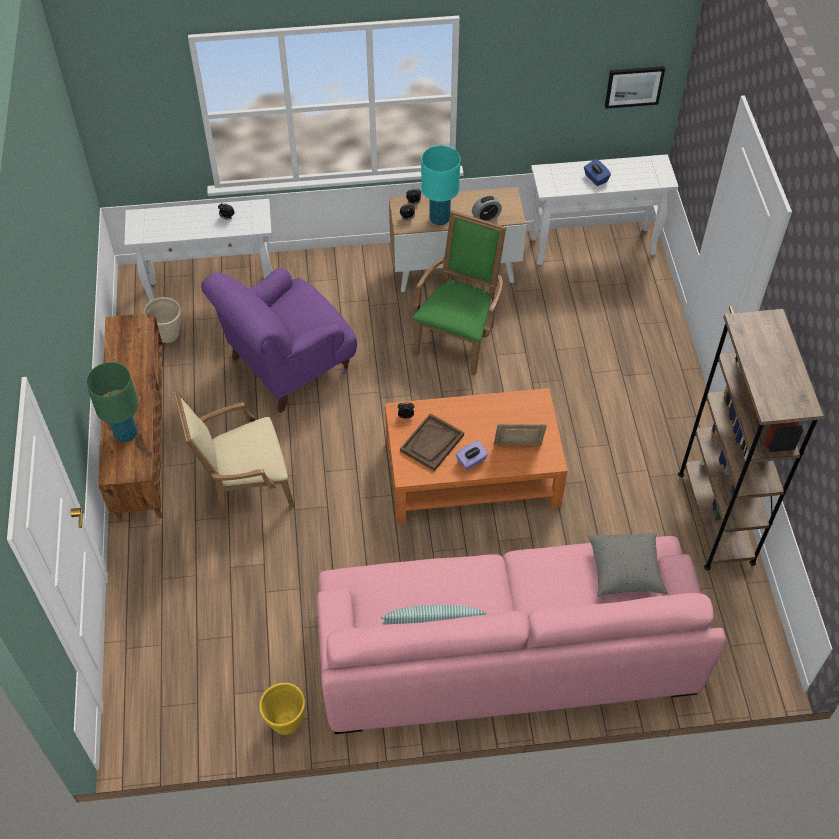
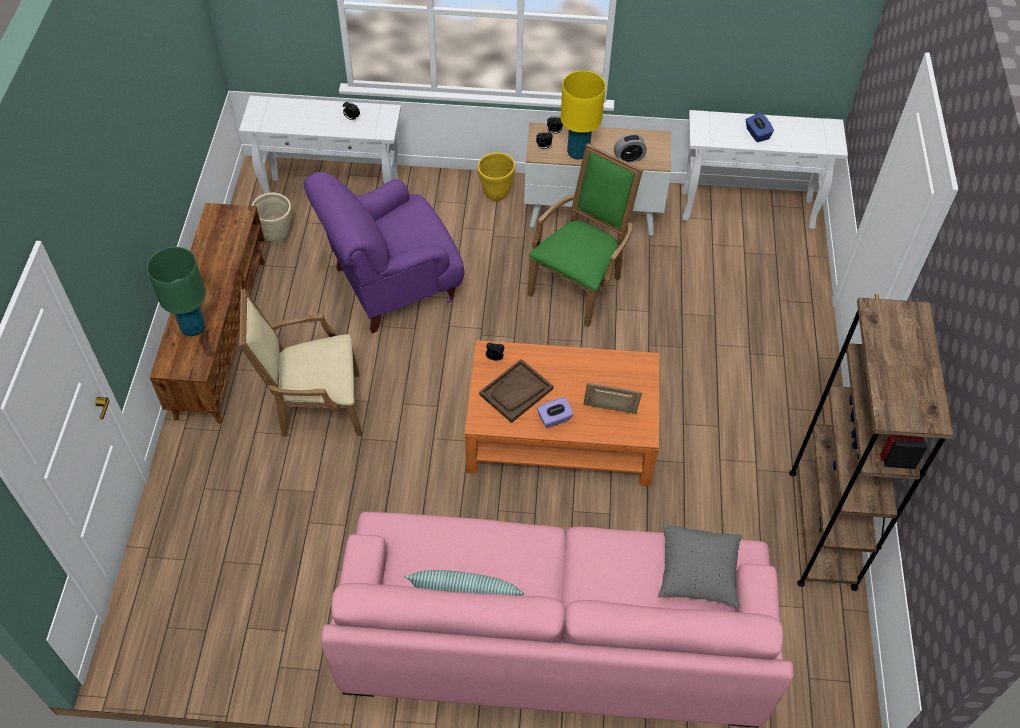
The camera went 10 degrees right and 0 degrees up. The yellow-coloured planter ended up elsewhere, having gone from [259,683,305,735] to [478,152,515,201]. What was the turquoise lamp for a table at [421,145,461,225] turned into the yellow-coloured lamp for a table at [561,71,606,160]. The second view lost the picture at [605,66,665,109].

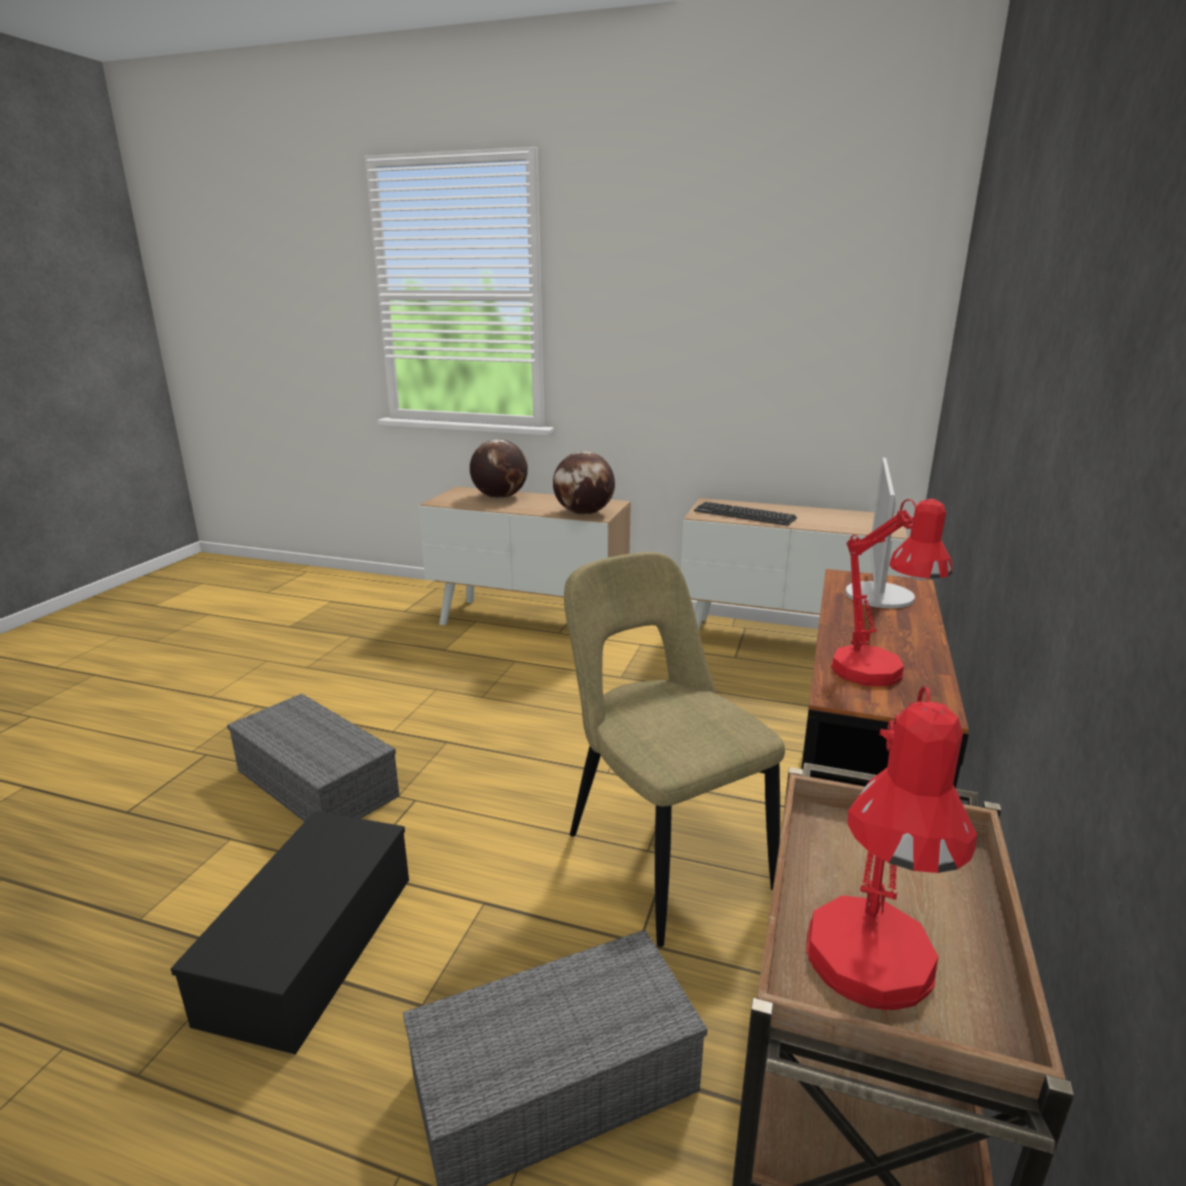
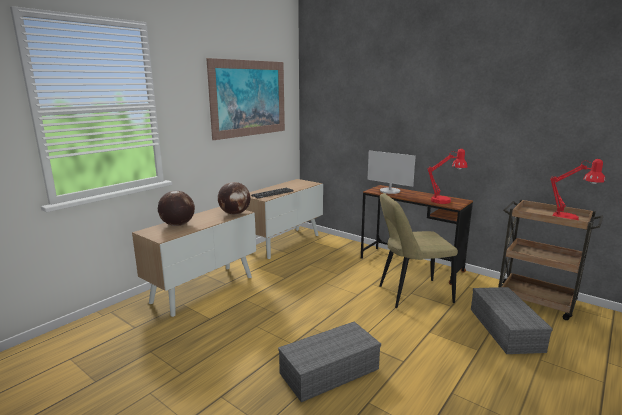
The camera went 70 degrees left and 5 degrees down. The second view gained the picture at [206,58,285,140]. The second view lost the black-coloured storage box at [171,811,409,1055].

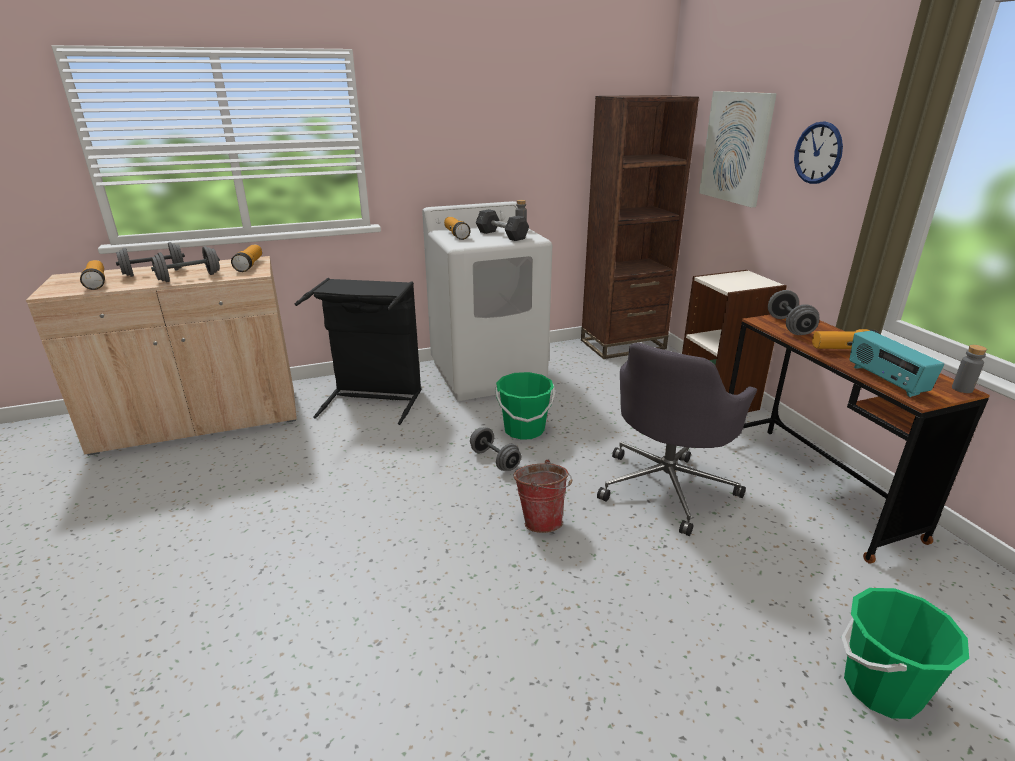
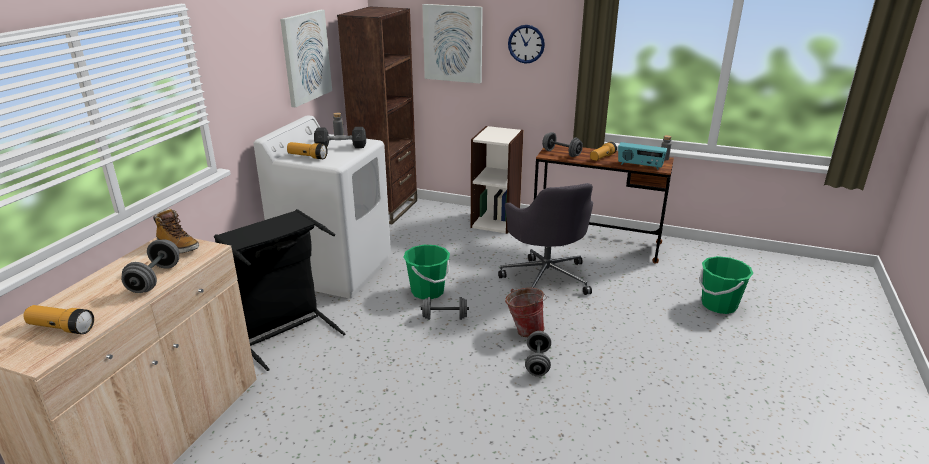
The camera went 50 degrees left and 0 degrees up. Where the torch stood at [231,245,262,272], the tall boot came to stand at [153,208,199,253]. The second view gained the picture at [280,10,332,108]. The grey hand weight ended up elsewhere, having gone from [116,242,185,277] to [525,331,551,377].

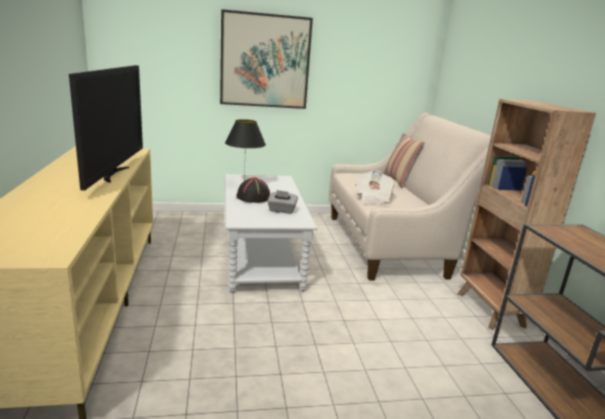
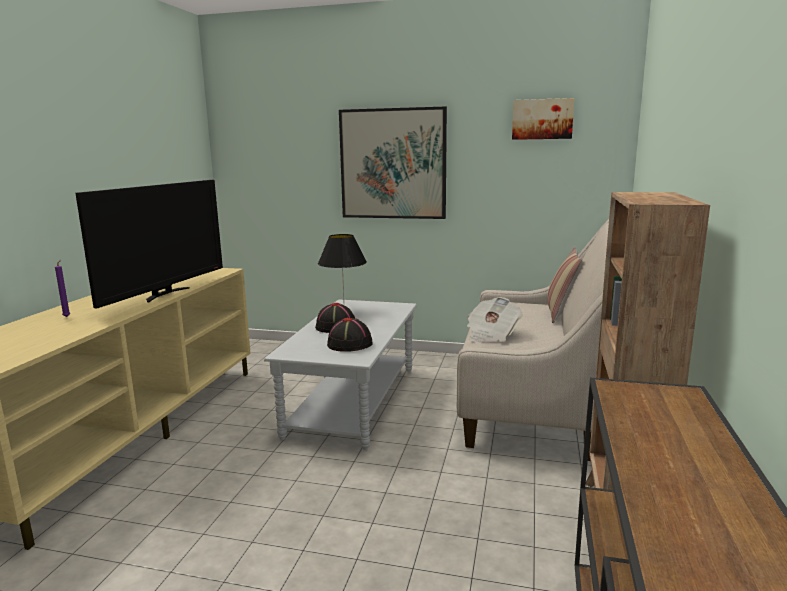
The camera went 25 degrees right and 5 degrees down. The second view gained the purple wax light at [55,260,70,317]. Where the grey tissue holder stood at [267,190,298,214], the black-coloured hat came to stand at [327,318,372,352]. The second view gained the picture at [512,98,574,140].

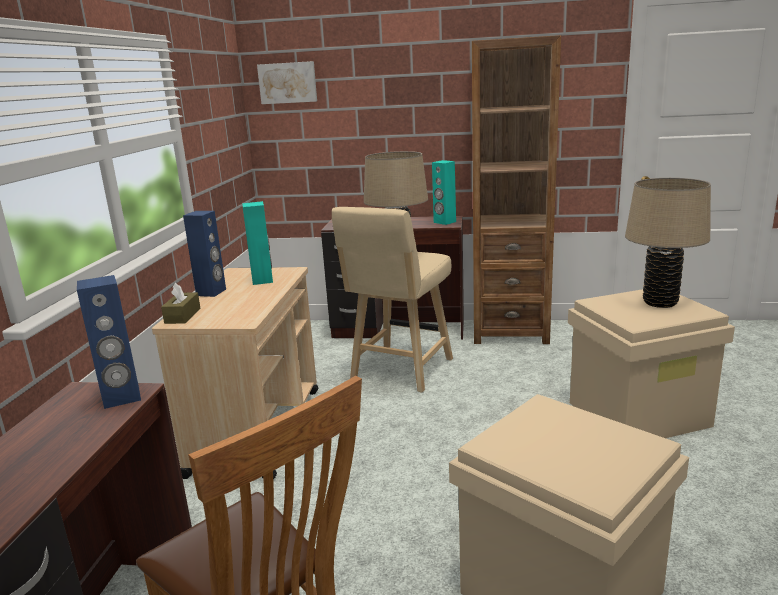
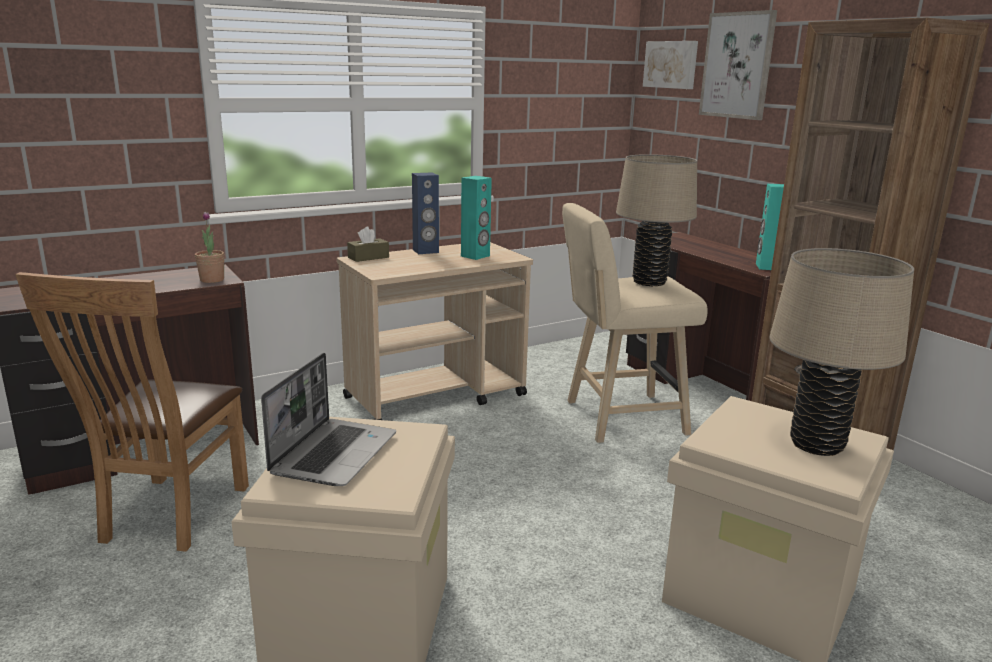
The camera went 50 degrees right and 0 degrees up. Where the blue-coloured loudspeaker stood at [77,275,141,409], the plant in a pot came to stand at [195,211,224,283]. The second view gained the laptop at [261,353,396,486]. The second view gained the picture at [699,10,777,120].

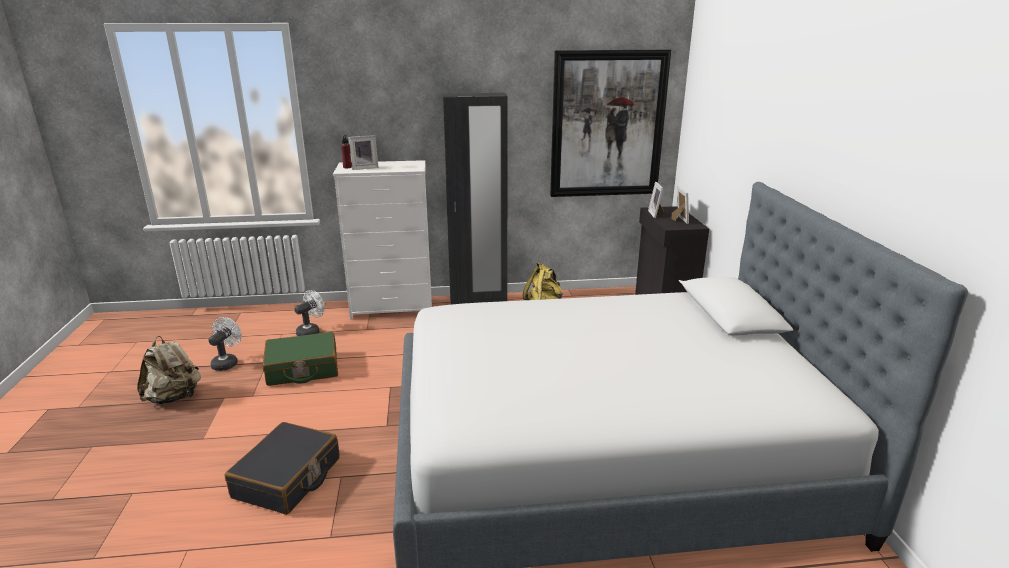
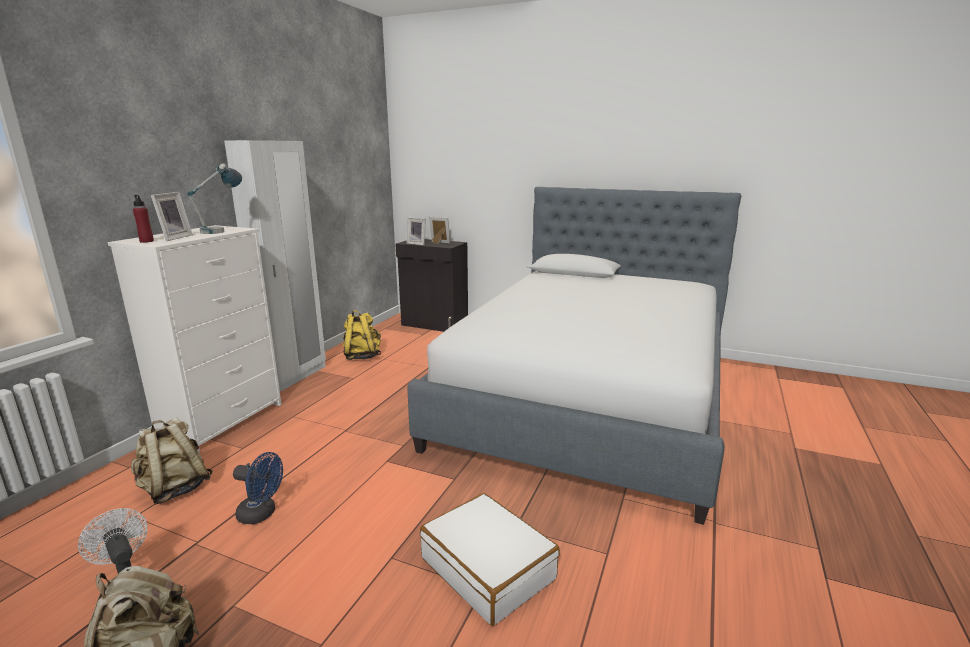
The camera went 60 degrees left and 5 degrees down. Where the white fan stood at [294,290,325,336], the beige-coloured rucksack came to stand at [131,417,213,505]. The second view gained the lamp for a table at [187,163,242,234]. What was the black-coloured wardrobe at [442,93,508,305] turned into the white wardrobe at [224,140,326,391]. Where the greenish piece of luggage stood at [263,332,338,386], the blue-coloured fan came to stand at [233,452,283,524]. What was the black-coloured piece of luggage at [225,422,340,515] turned into the white piece of luggage at [420,493,560,626]. The second view lost the picture at [550,50,671,197].

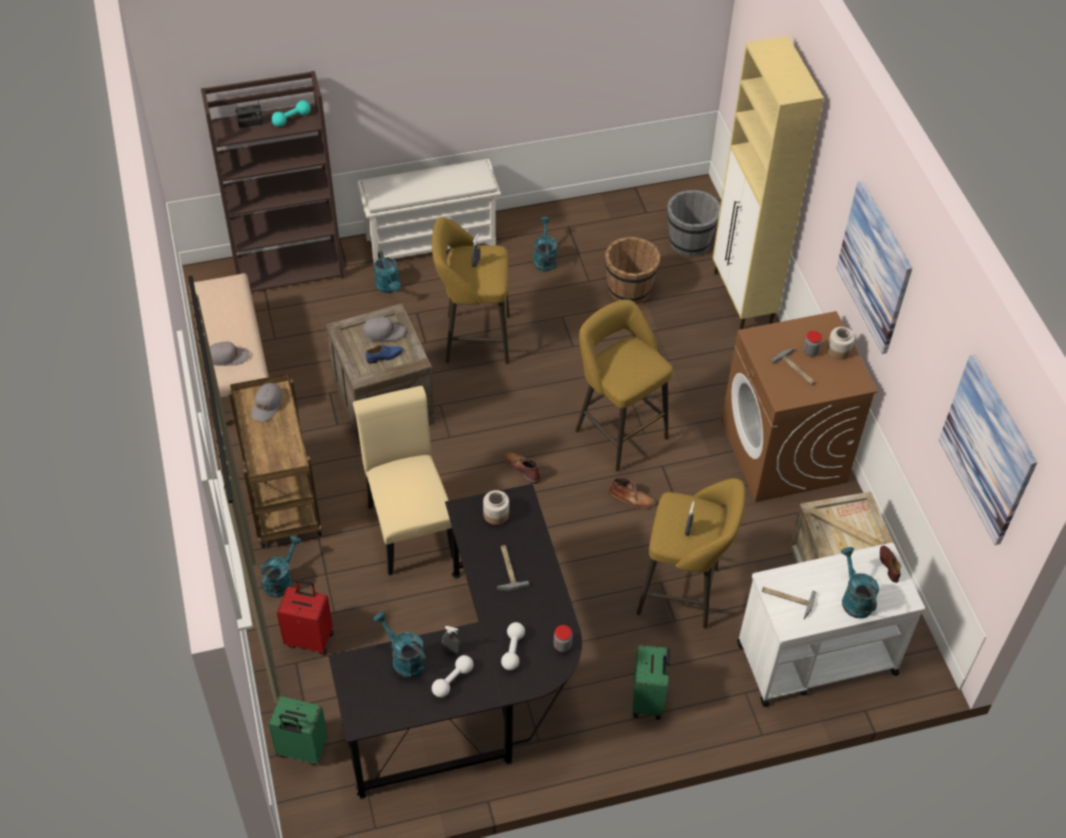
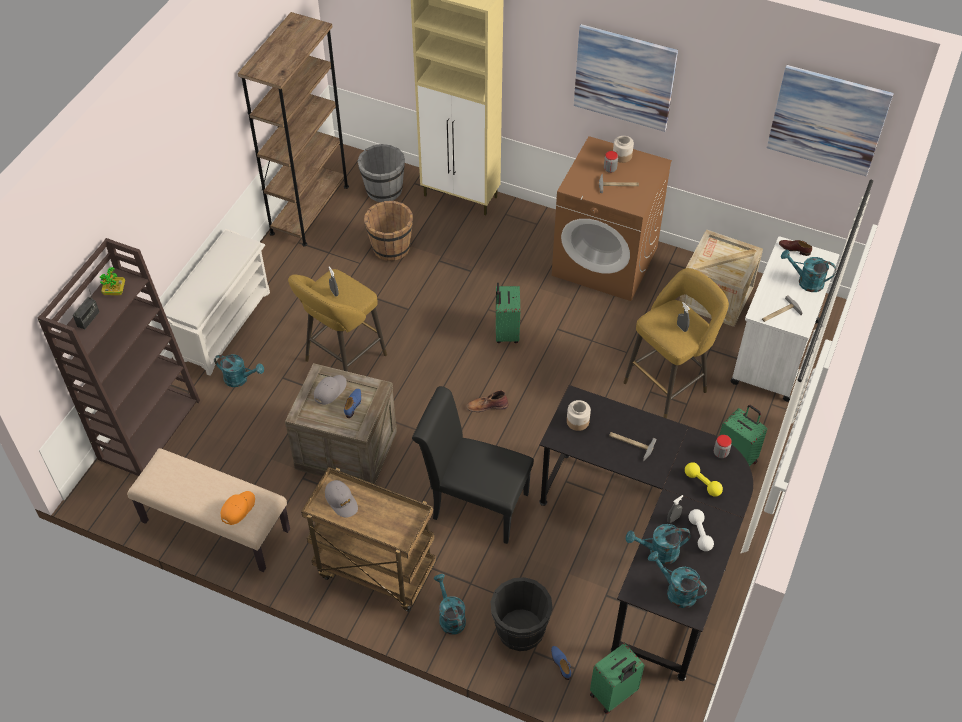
The camera went 50 degrees left and 0 degrees up. Where the turquoise hand weight stood at [271,100,311,127], the plant in a pot came to stand at [100,267,125,295]. What was the grey peaked cap at [210,342,249,366] turned into the orange peaked cap at [221,491,255,525]. The second view gained the brown bookcase at [238,12,349,246]. What was the beige-coloured plain chair at [353,386,453,575] turned into the black-coloured plain chair at [412,386,534,544]. Where the red piece of luggage stood at [277,579,333,655], the black-coloured pail came to stand at [491,577,553,651]. Where the yellow-coloured stool seat stood at [575,299,673,472], the greenish piece of luggage came to stand at [496,283,520,343]. The second view gained the blue-coloured item of footwear at [551,646,571,680]. The turquoise watering pot ended up elsewhere, having gone from [533,217,557,272] to [648,551,707,608]. What was the white hand weight at [501,622,525,670] turned into the yellow-coloured hand weight at [685,462,723,497]. The second view lost the brown tall boot at [609,477,656,509].

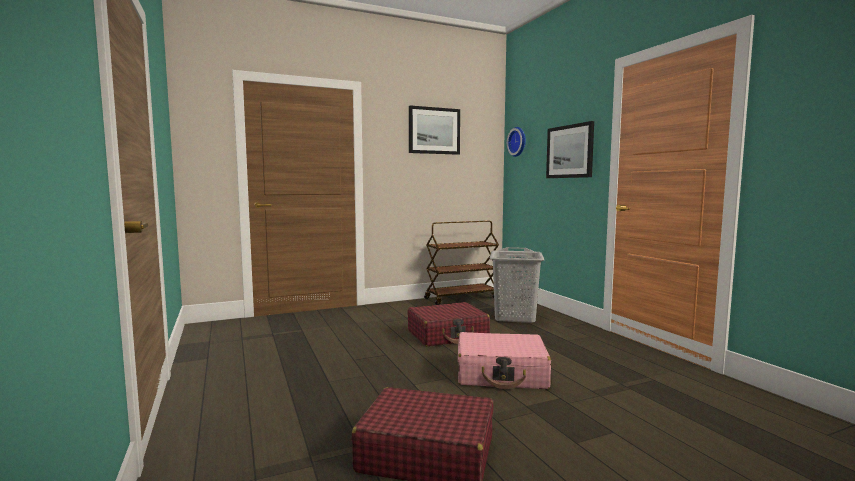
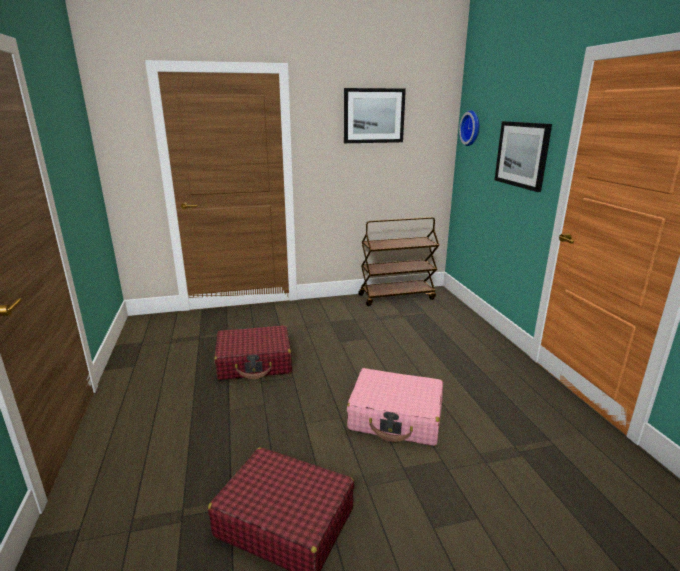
The camera went 10 degrees right and 15 degrees up. The red piece of luggage ended up elsewhere, having gone from [407,302,490,346] to [214,325,292,380]. The second view lost the grey washing basket at [489,247,545,323].

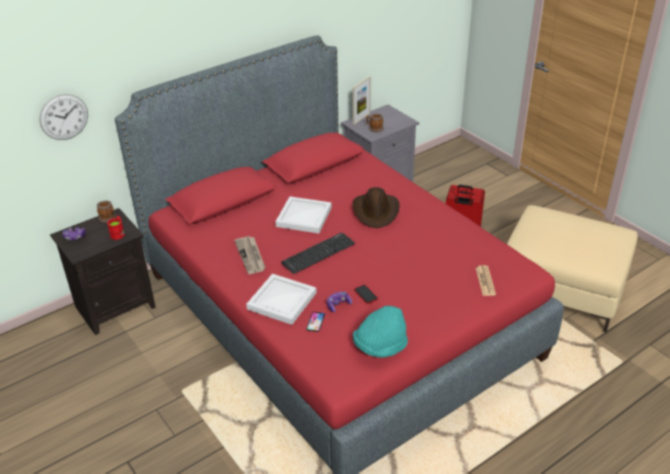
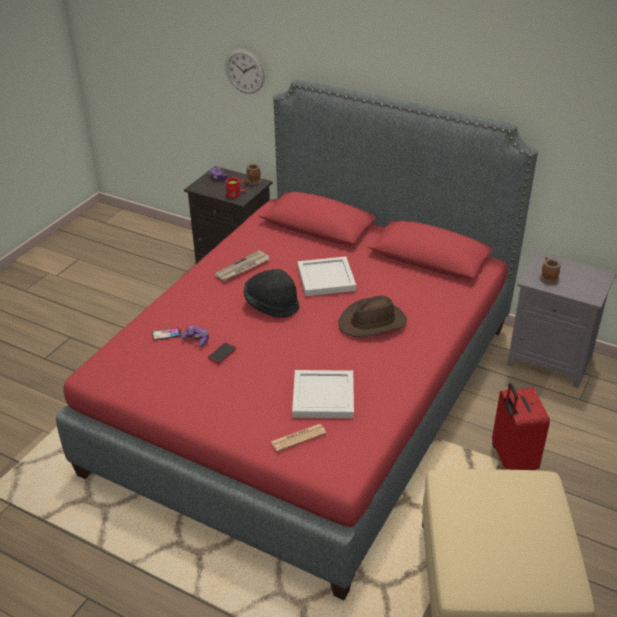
The camera went 65 degrees right and 0 degrees up. Where the computer keyboard stood at [281,232,355,274], the black-coloured hat came to stand at [244,269,300,318]. The white tray ended up elsewhere, having gone from [246,274,316,325] to [292,370,354,418]. The second view lost the photo frame at [353,76,371,125]. The second view lost the turquoise hat at [353,305,408,358].

